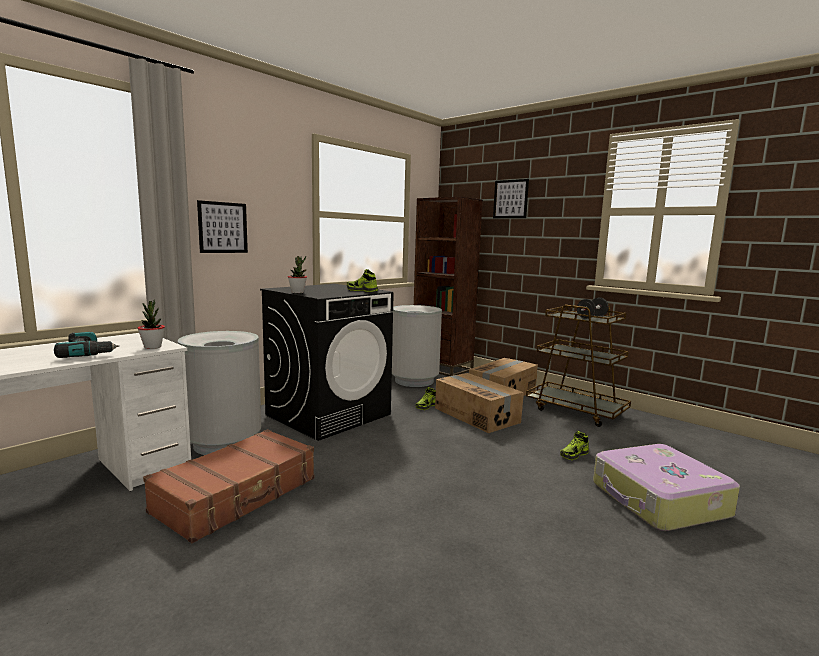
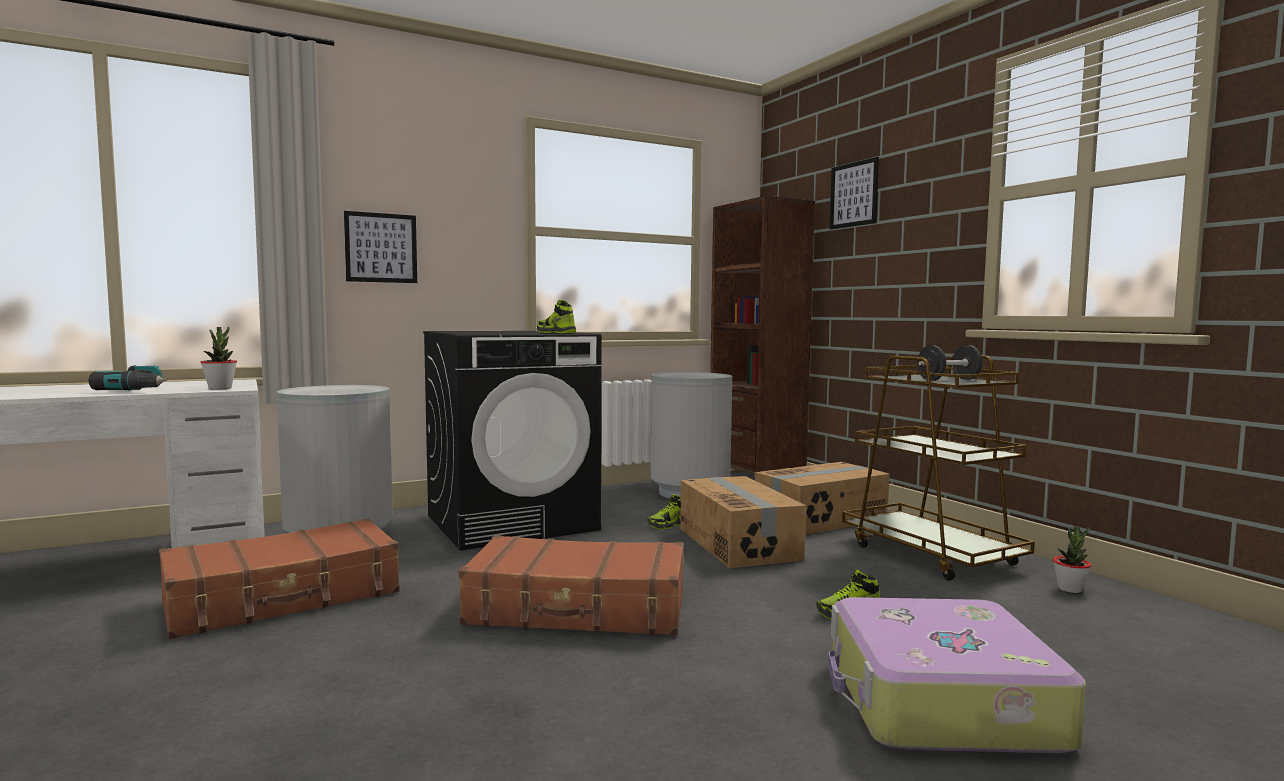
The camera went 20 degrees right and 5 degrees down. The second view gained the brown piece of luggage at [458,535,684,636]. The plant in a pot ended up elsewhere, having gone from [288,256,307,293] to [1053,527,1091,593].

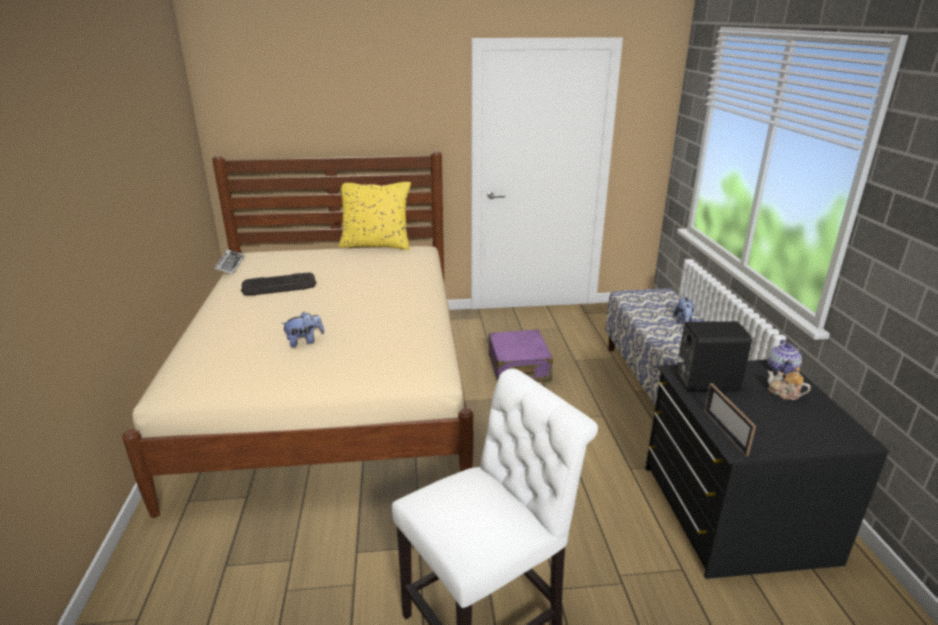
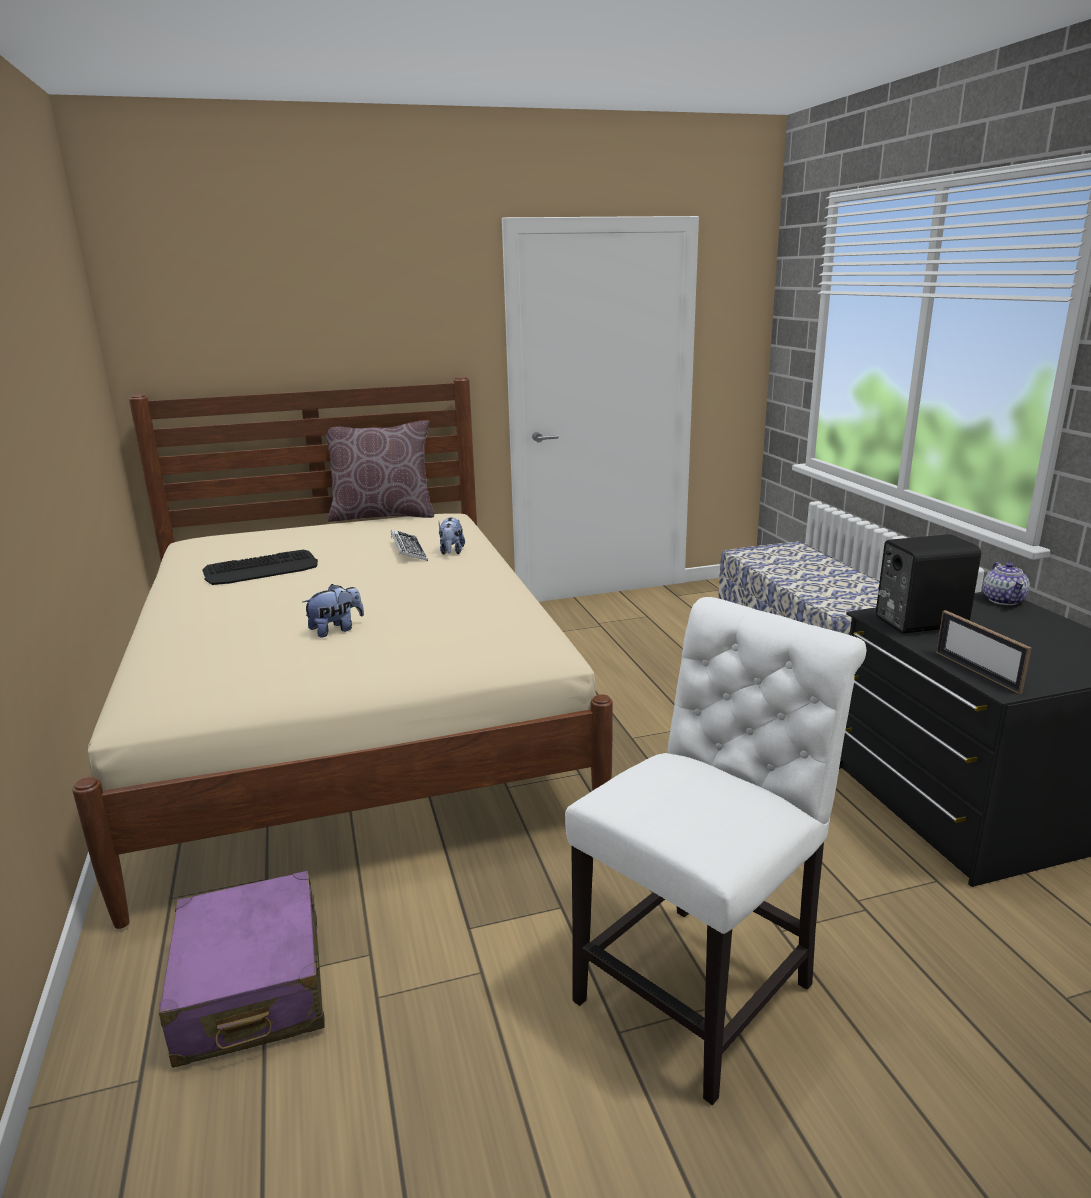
The camera went 10 degrees left and 5 degrees down. The purple piece of luggage ended up elsewhere, having gone from [488,329,553,382] to [159,871,325,1068]. What was the yellow-coloured pillow at [338,182,411,250] turned into the brown pillow at [325,420,434,522]. The computer keyboard ended up elsewhere, having gone from [214,249,244,274] to [391,530,428,561]. The cuddly toy ended up elsewhere, having gone from [674,296,694,324] to [439,517,465,555]. The second view lost the pot for tea at [768,367,810,400].

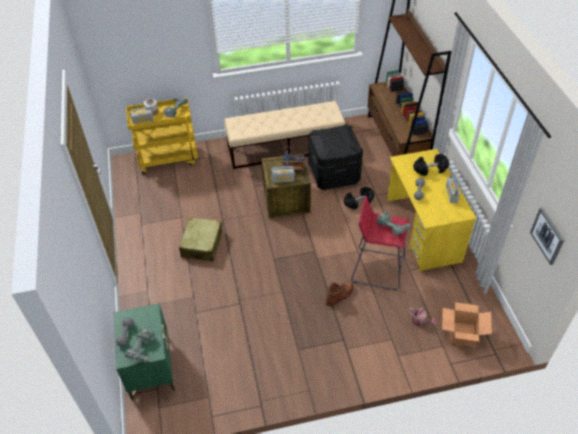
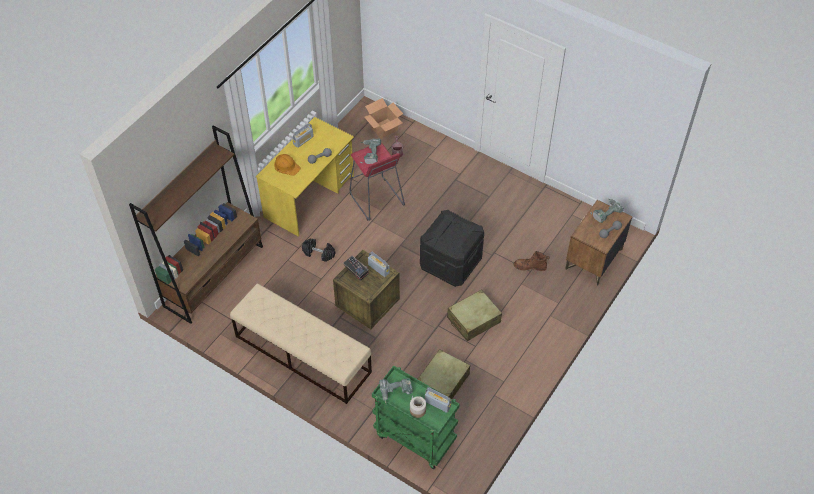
The camera went 135 degrees left and 5 degrees up. Where the black-coloured hand weight stood at [413,154,449,176], the orange hard hat came to stand at [274,154,301,176]. What was the yellow-coloured wheeled cart at [126,97,198,174] turned into the greenish wheeled cart at [372,366,460,469]. The second view gained the beige-coloured piece of luggage at [418,349,470,399]. The black-coloured storage box ended up elsewhere, having gone from [308,124,363,190] to [420,210,484,287]. The brown tall boot ended up elsewhere, having gone from [326,281,354,306] to [513,251,550,271]. What was the greenish nightstand at [113,303,175,400] turned into the brown nightstand at [565,200,632,286]. The second view lost the picture at [530,207,564,265].

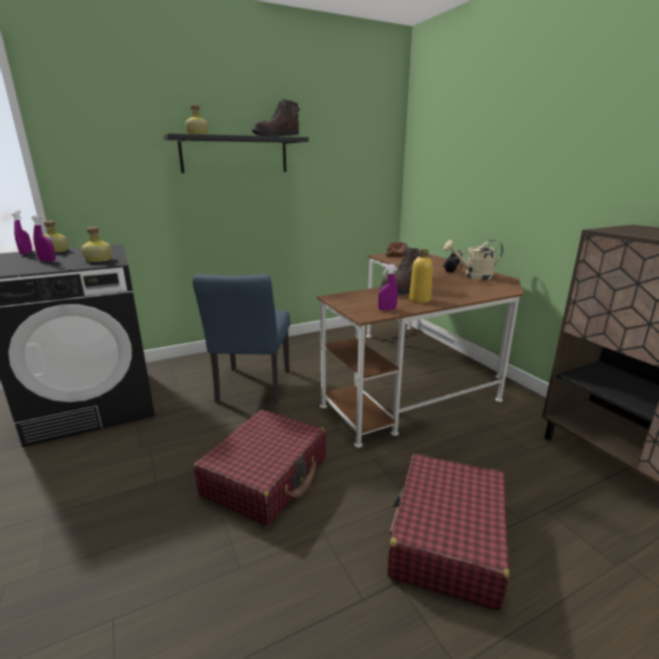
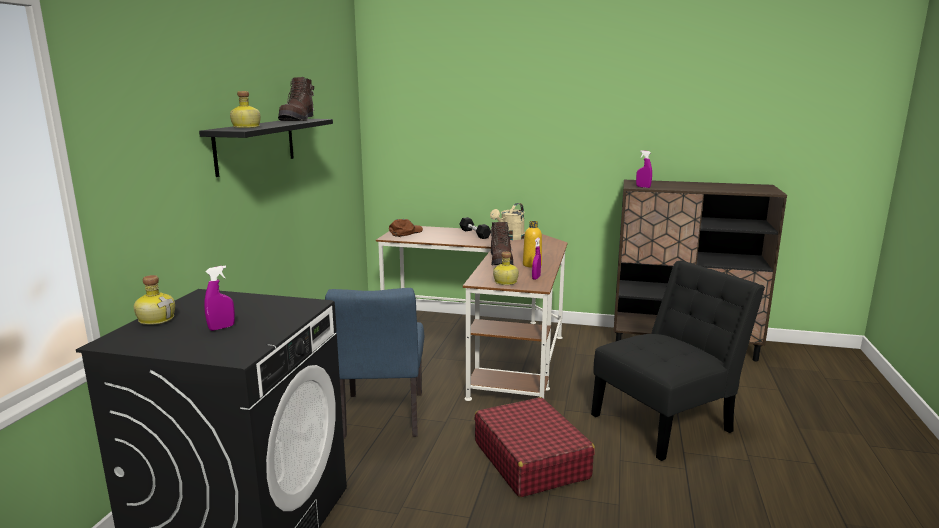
The camera went 50 degrees left and 5 degrees down. The blue-coloured plain chair at [193,274,290,404] ended up facing another way, 45 degrees clockwise from before. The bottle ended up elsewhere, having gone from [81,227,112,262] to [493,252,519,285]. Where the red piece of luggage stood at [387,454,510,611], the black-coloured plain chair came to stand at [591,261,765,461]. The purple spray bottle ended up elsewhere, having gone from [11,211,32,254] to [636,150,652,188].

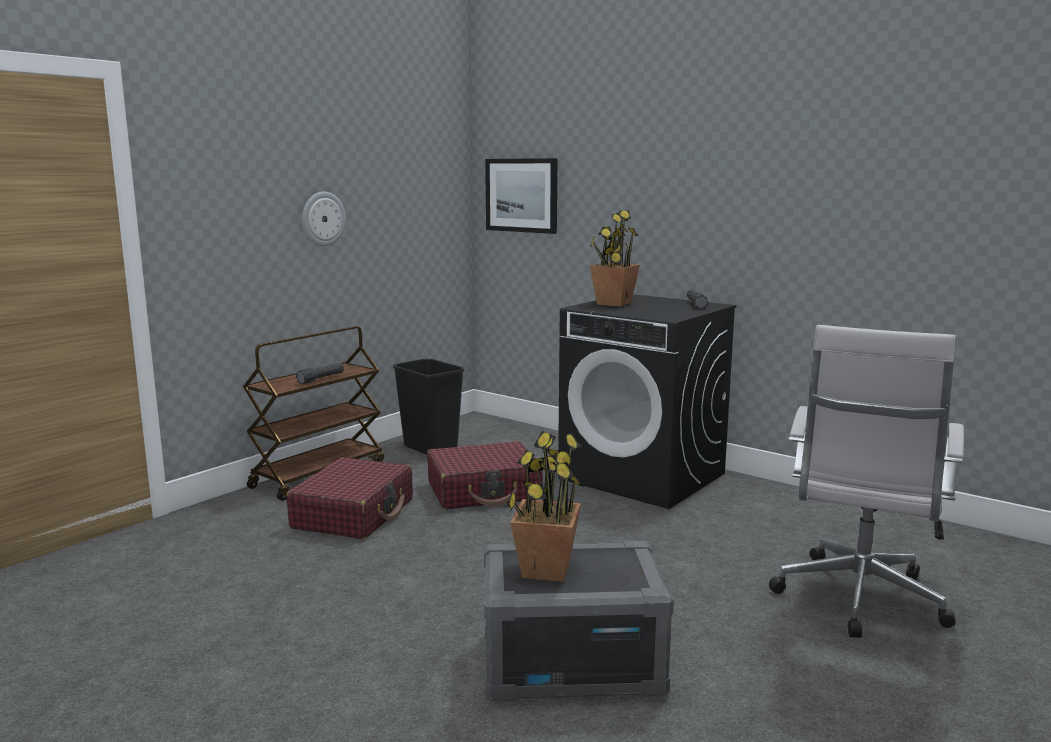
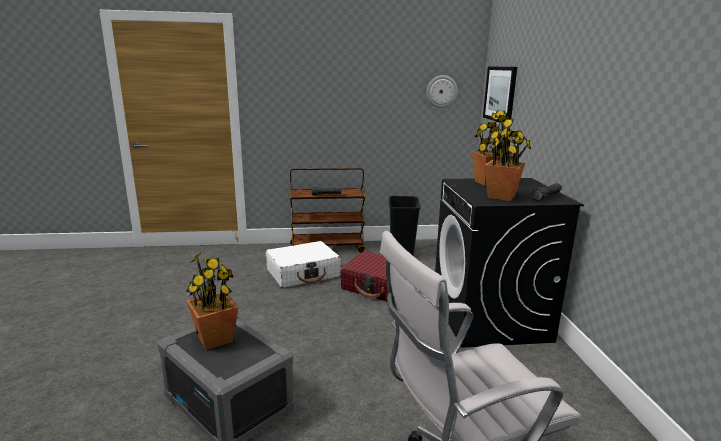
The camera went 45 degrees right and 5 degrees up. What was the red piece of luggage at [286,457,413,539] turned into the white piece of luggage at [266,241,341,288]. The wall clock ended up elsewhere, having gone from [302,192,346,246] to [426,75,457,108]. The second view gained the plant in a pot at [485,115,531,201].

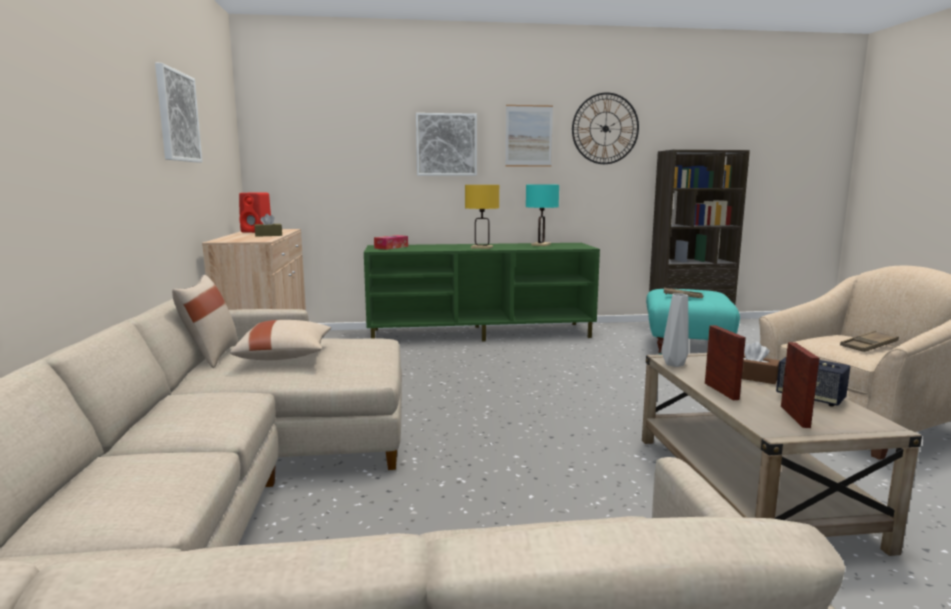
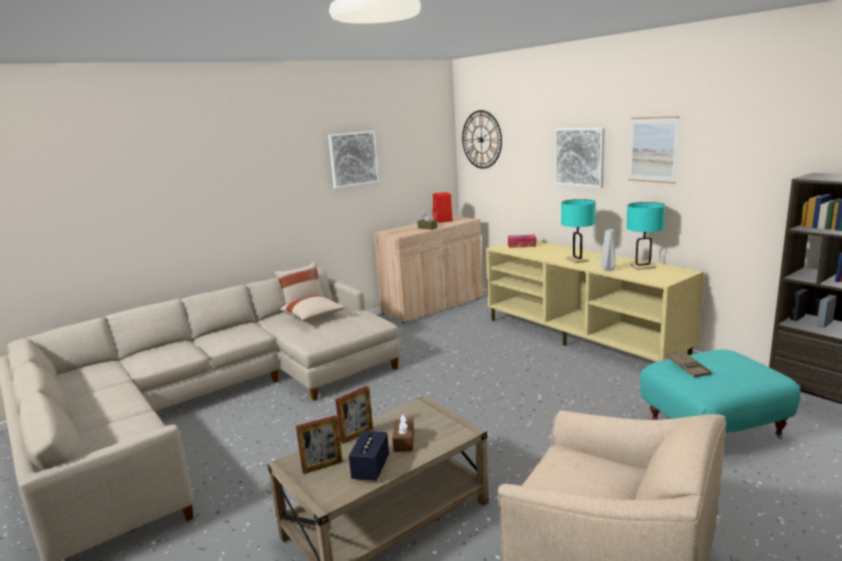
The camera went 60 degrees right and 5 degrees up. The wall clock ended up elsewhere, having gone from [572,92,639,164] to [462,110,502,169]. What was the greenish media console at [364,243,600,341] turned into the beige-coloured media console at [486,241,704,362]. What was the yellow-coloured lamp for a table at [465,185,499,249] turned into the turquoise lamp for a table at [561,199,595,263]. The grey decorative vase ended up elsewhere, having gone from [661,293,689,367] to [600,229,616,271]. The second view lost the brown tray at [840,331,899,352].

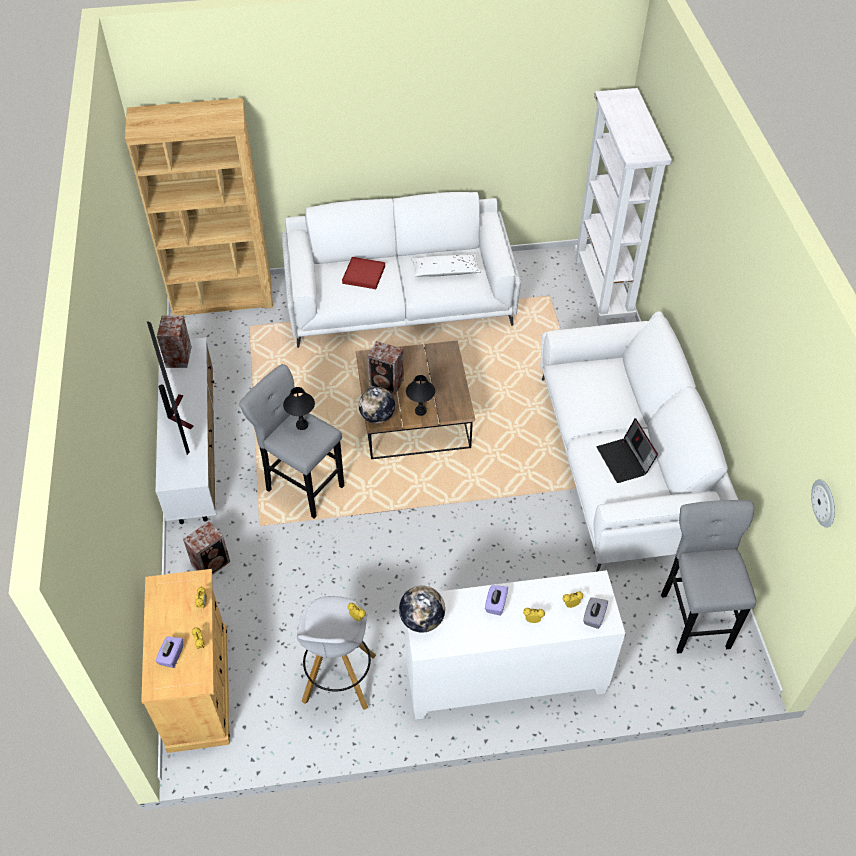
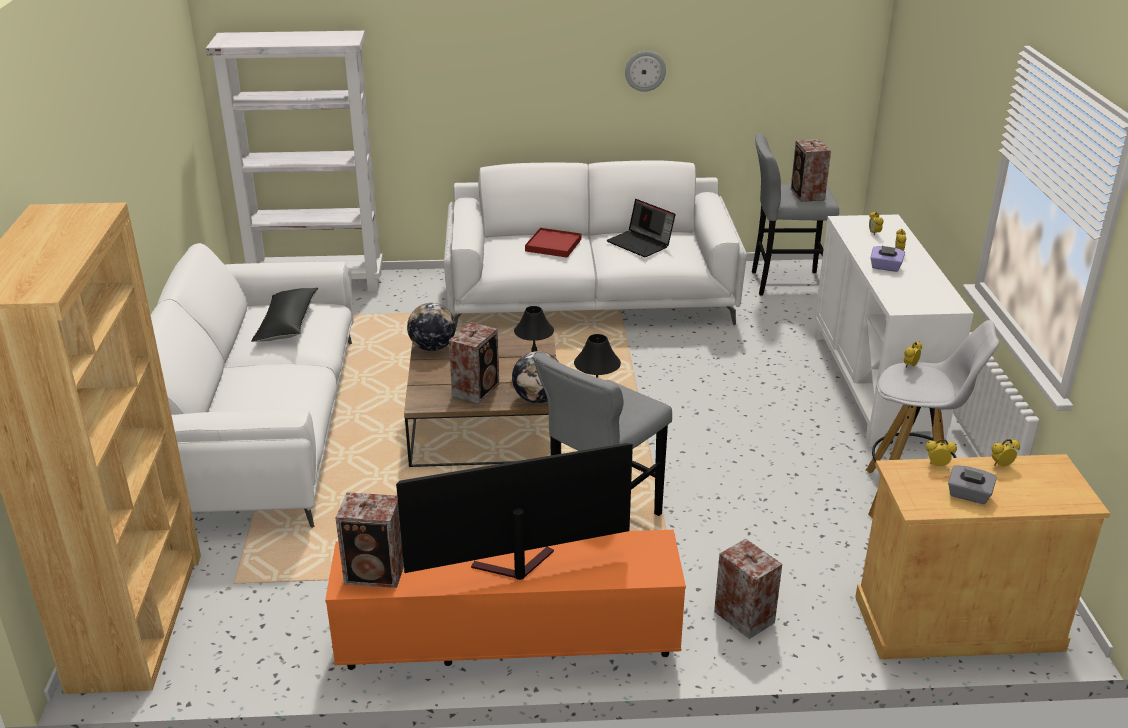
The camera went 85 degrees left and 20 degrees down. What was the white pillow at [411,254,481,277] turned into the black-coloured pillow at [251,288,318,342]. What was the white media console at [156,337,216,524] turned into the orange media console at [325,530,686,670]. The desk globe ended up elsewhere, having gone from [399,586,445,633] to [407,303,456,351]. The red tray ended up elsewhere, having gone from [342,257,385,289] to [525,228,581,257]. The laptop at [597,418,658,483] ended up facing another way, 60 degrees clockwise from before. The wall clock ended up elsewhere, having gone from [811,479,835,528] to [625,51,666,92]. The second view gained the loudspeaker at [791,139,831,202]. The grey tissue holder ended up elsewhere, having gone from [583,597,608,629] to [948,465,997,504]. The second view lost the purple tissue holder at [155,636,183,668].

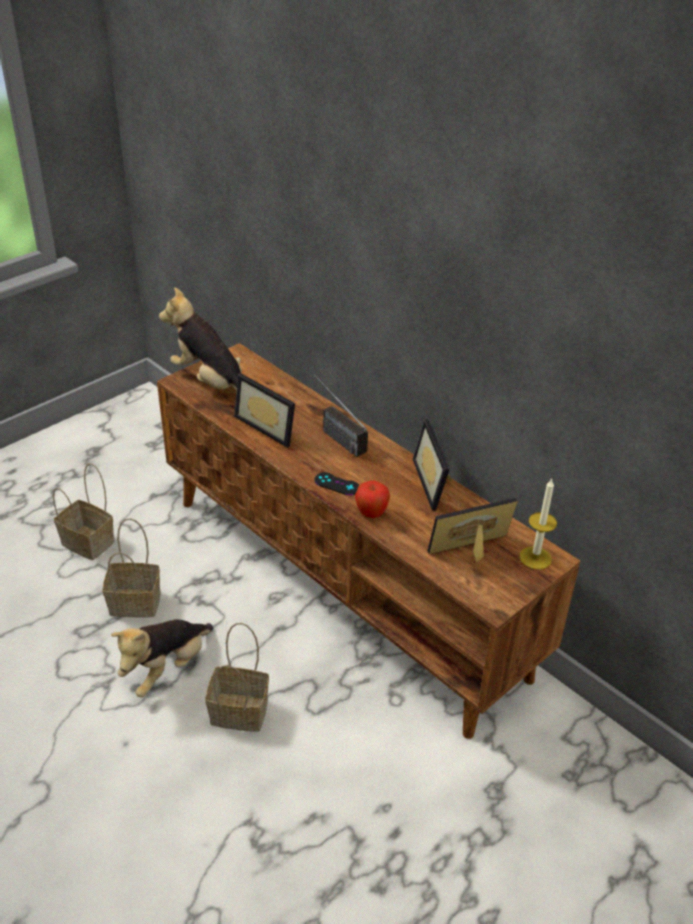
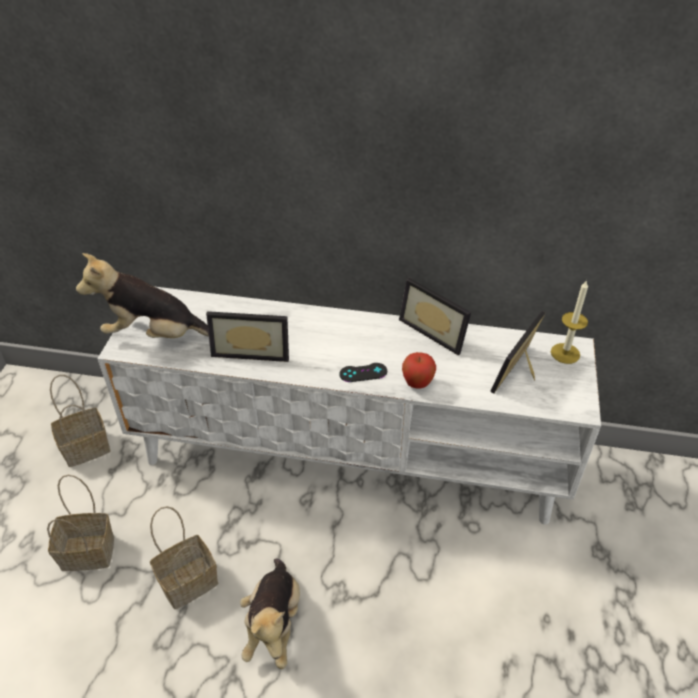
The camera went 35 degrees left and 5 degrees up. The basket ended up elsewhere, having gone from [205,623,269,732] to [50,375,111,467]. What was the brown media console at [157,343,580,739] turned into the white media console at [97,287,601,525]. The second view lost the radio receiver at [314,375,368,457].

